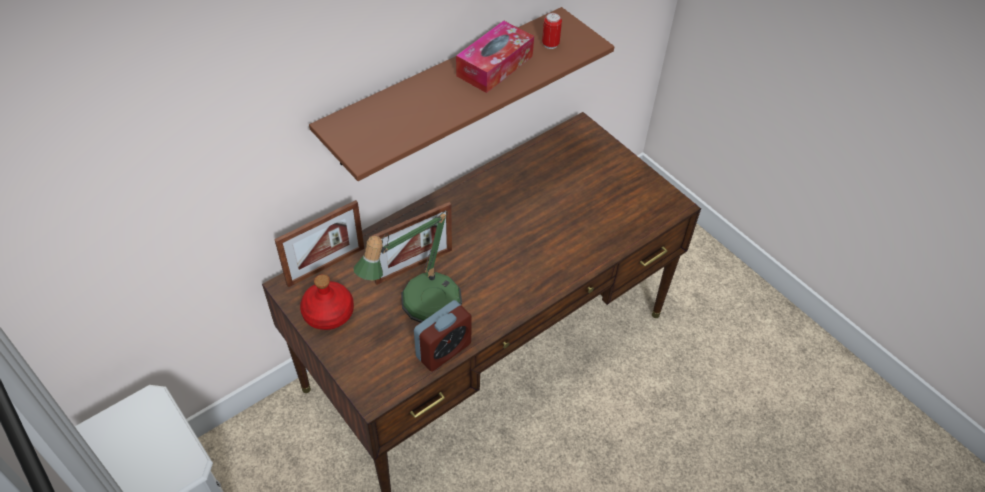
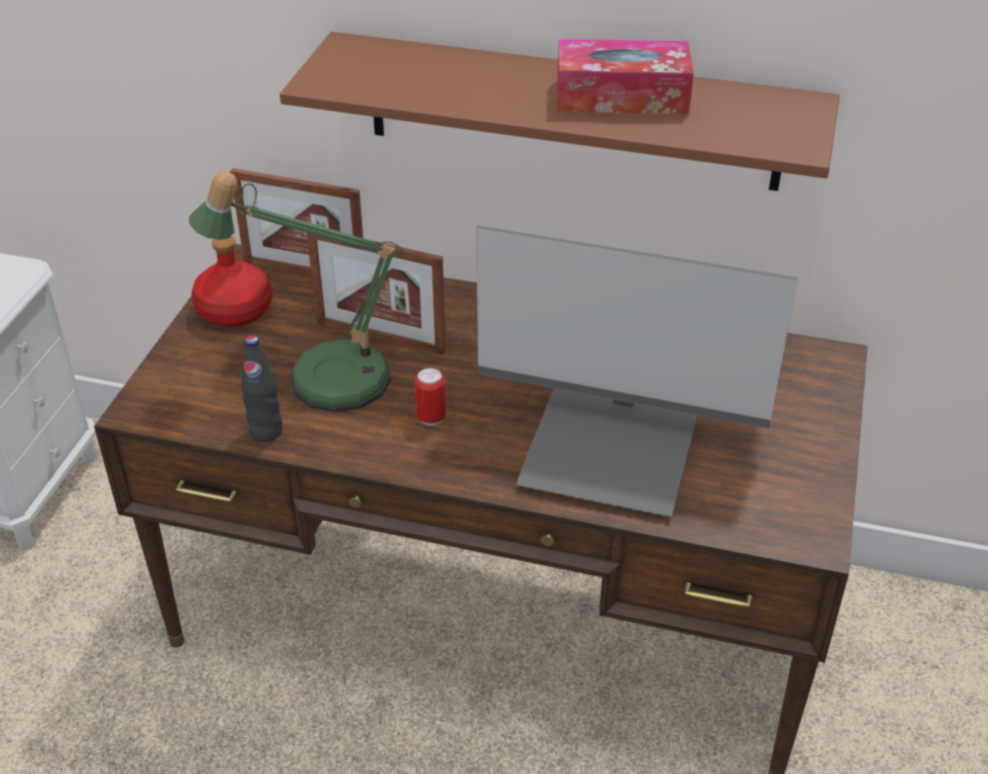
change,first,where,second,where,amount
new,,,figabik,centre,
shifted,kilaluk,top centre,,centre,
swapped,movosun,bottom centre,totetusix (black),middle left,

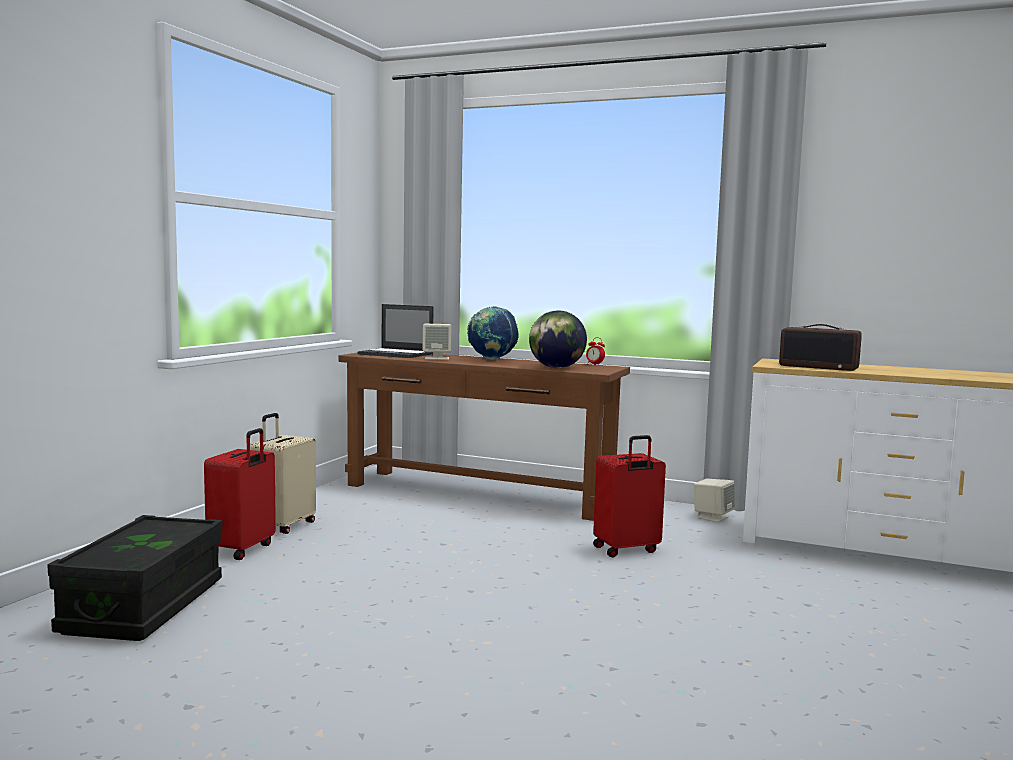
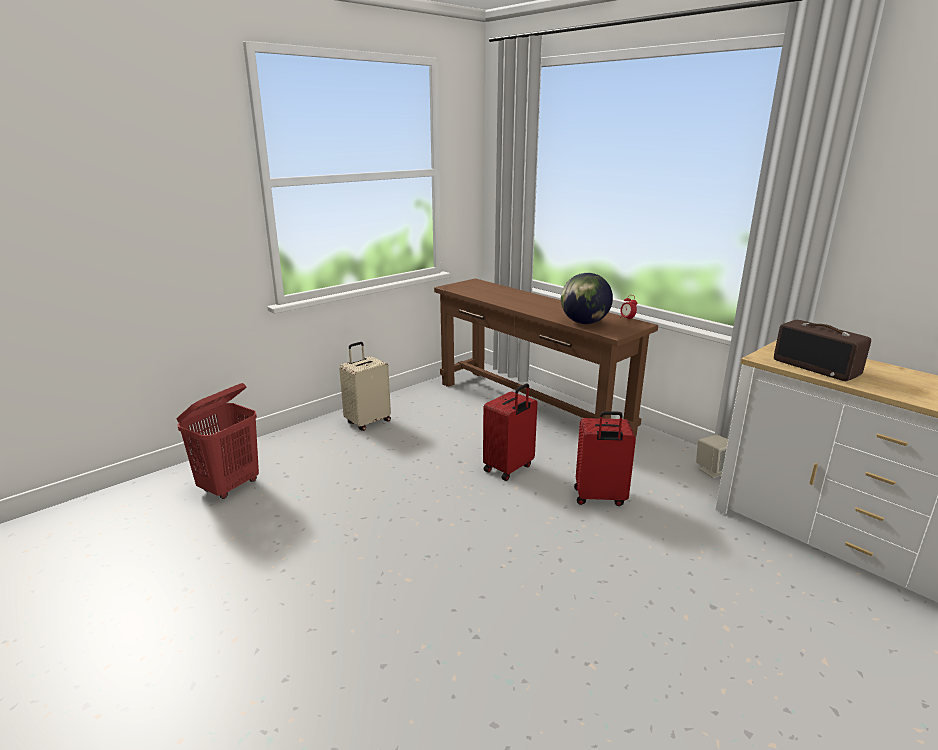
change,first,where,second,where,amount
gone,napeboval,centre,,,
gone,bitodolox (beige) (no. 1 from left),centre,,,
gone,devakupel (no. 1 from left),centre,,,
shifted,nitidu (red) (no. 1 from left),middle left,,centre,
swapped,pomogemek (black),bottom left,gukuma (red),middle left,

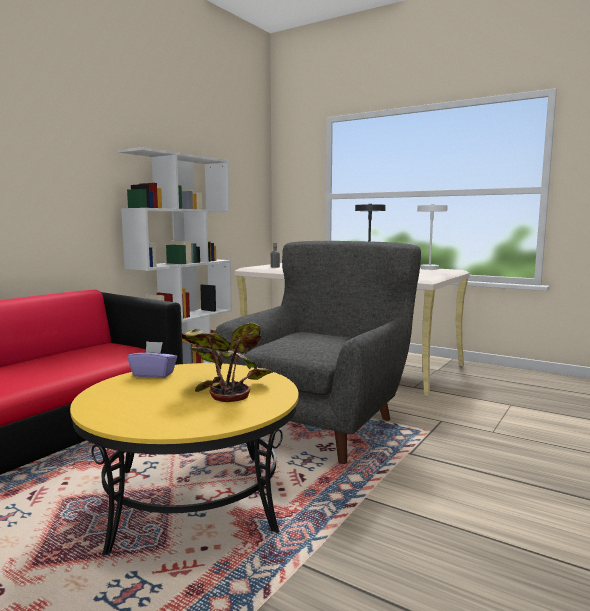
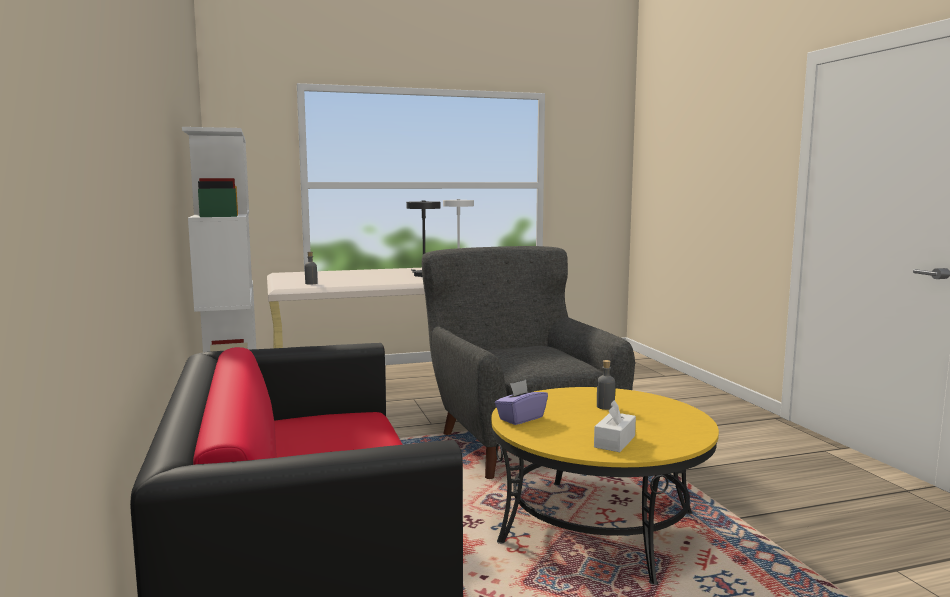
change,first,where,second,where,amount
new,,,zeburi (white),bottom centre,
swapped,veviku,centre,totetusix (grey) (no. 2 from left),centre,

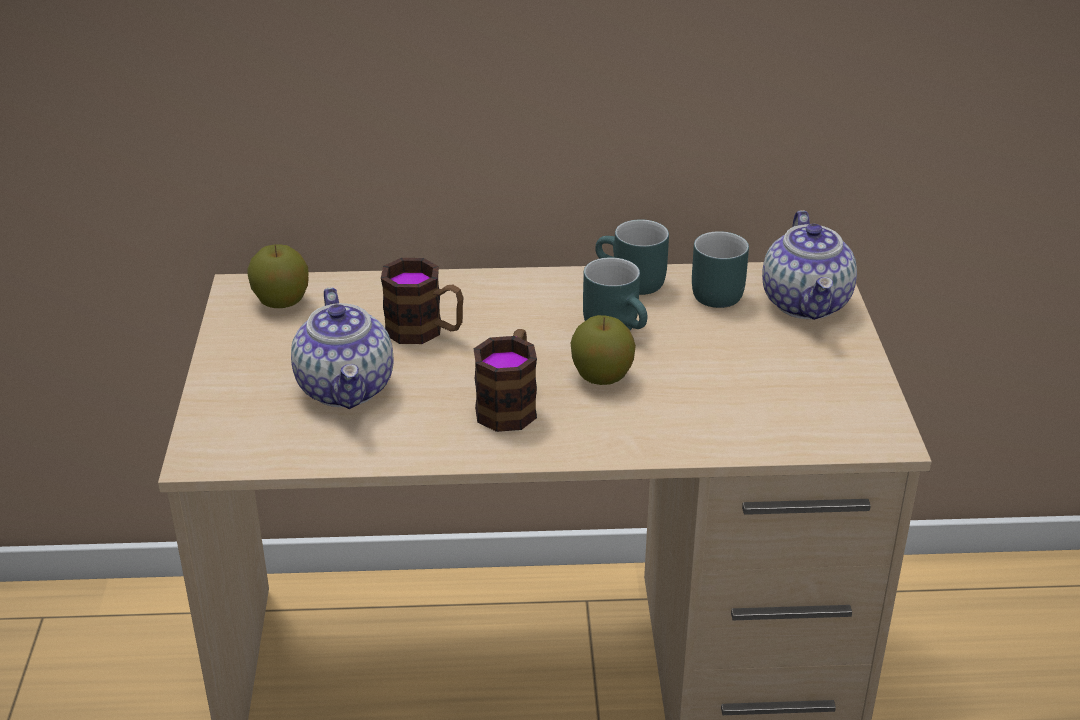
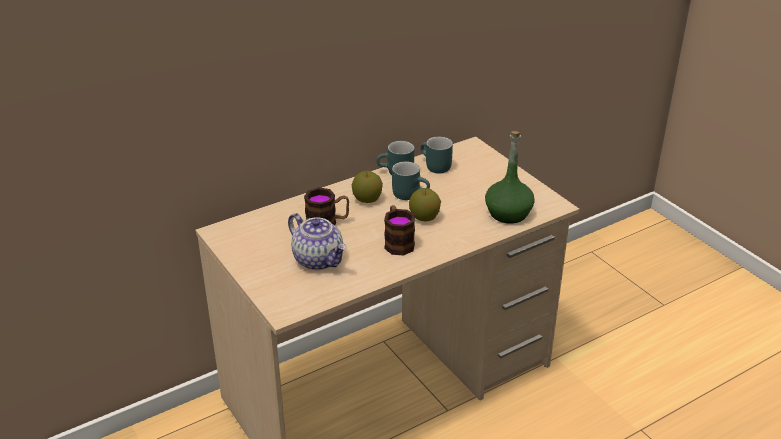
change,first,where,second,where,amount
gone,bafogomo (no. 2 from left),middle right,,,
new,,,totetusix (green),centre,
shifted,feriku (no. 1 from left),middle left,,centre,

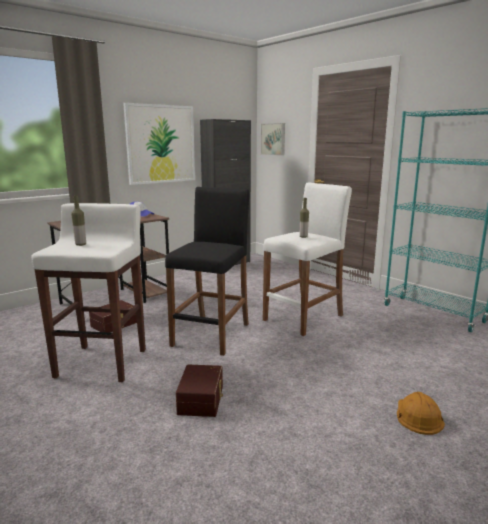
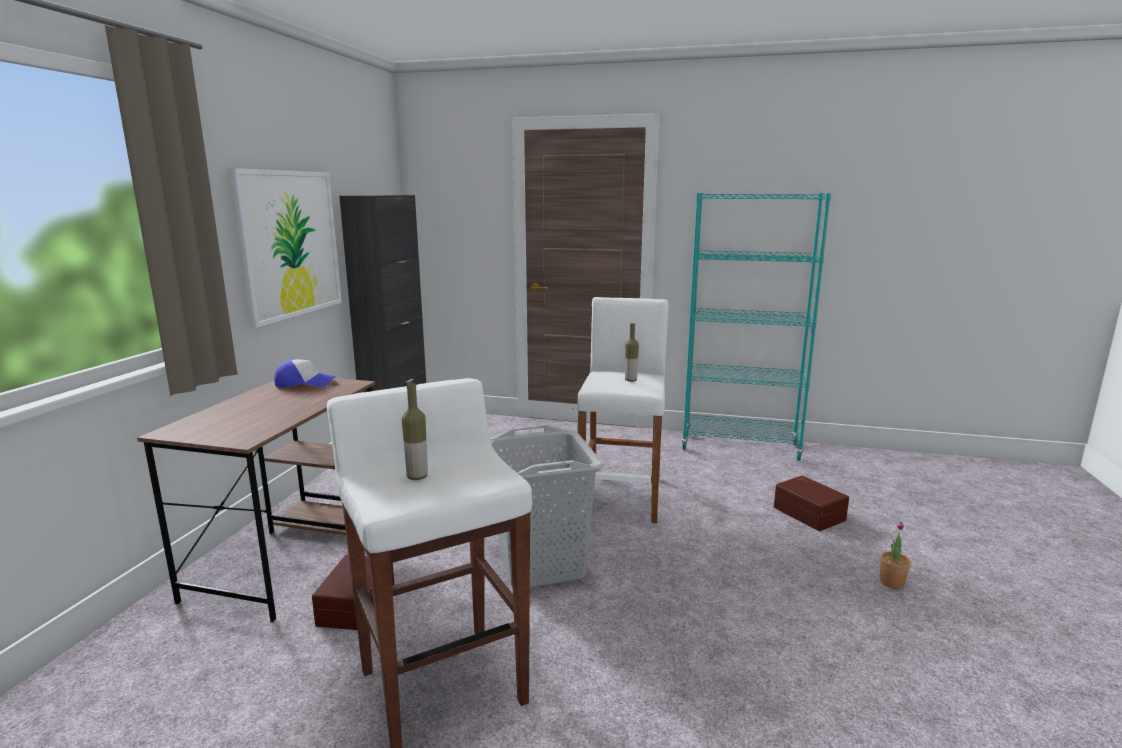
change,first,where,second,where,amount
gone,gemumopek (no. 2 from left),top centre,,,
shifted,pomogemek (brown) (no. 2 from left),bottom centre,,bottom right,
swapped,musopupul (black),centre,gukuma (grey),bottom centre,
swapped,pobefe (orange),bottom right,veviku,bottom right,

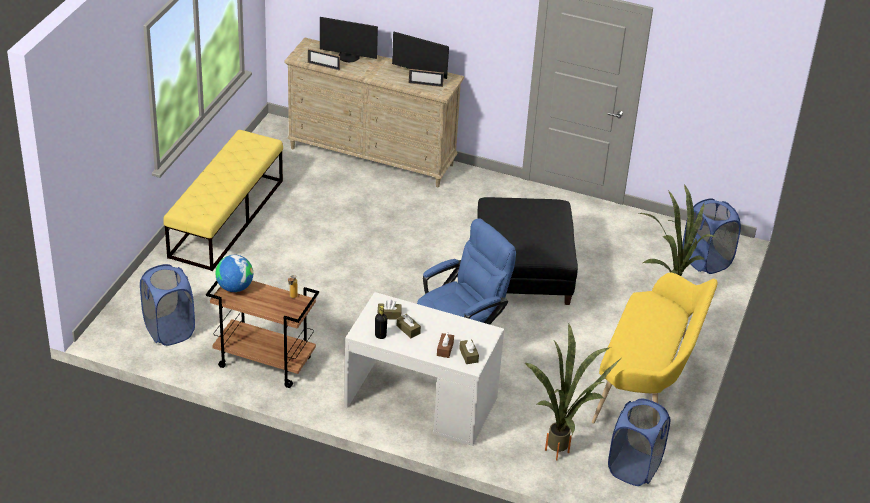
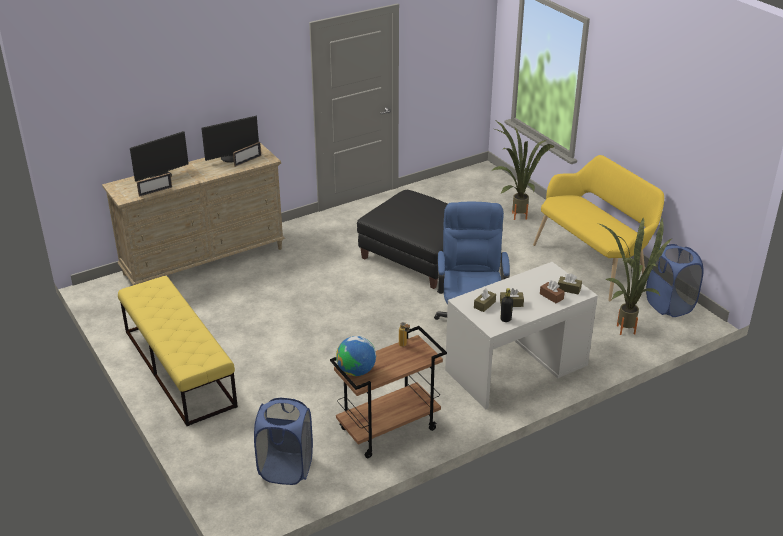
change,first,where,second,where,amount
gone,gukuma (blue) (no. 3 from left),middle right,,,

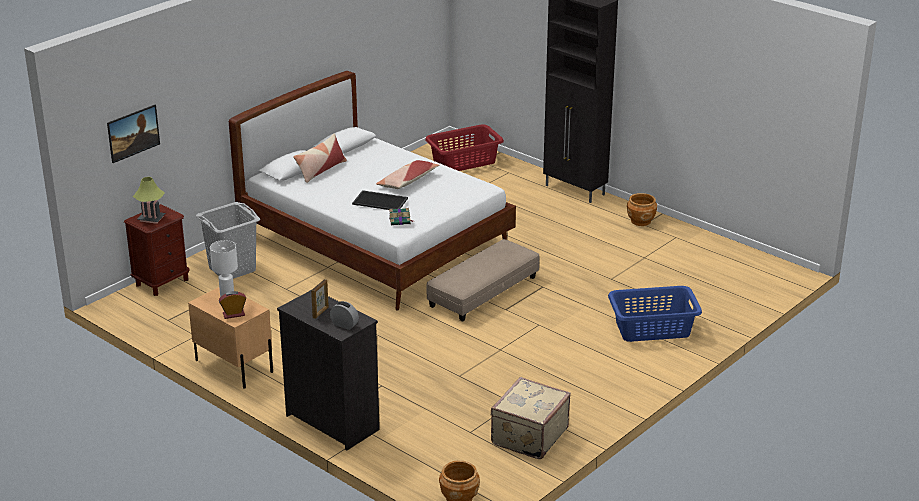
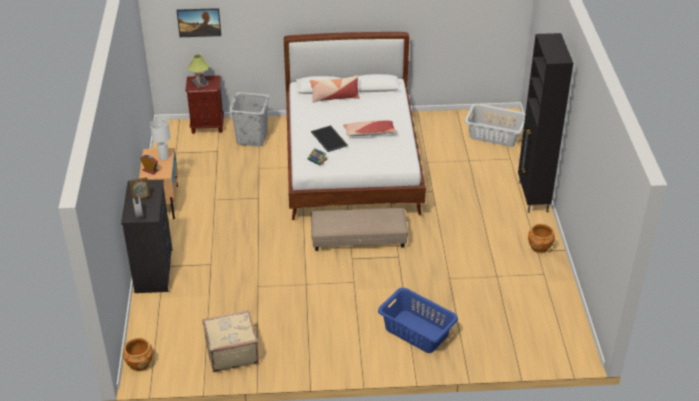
change,first,where,second,where,amount
repainted,gukuma (red),top centre,gukuma (grey) (no. 2 from left),top right,

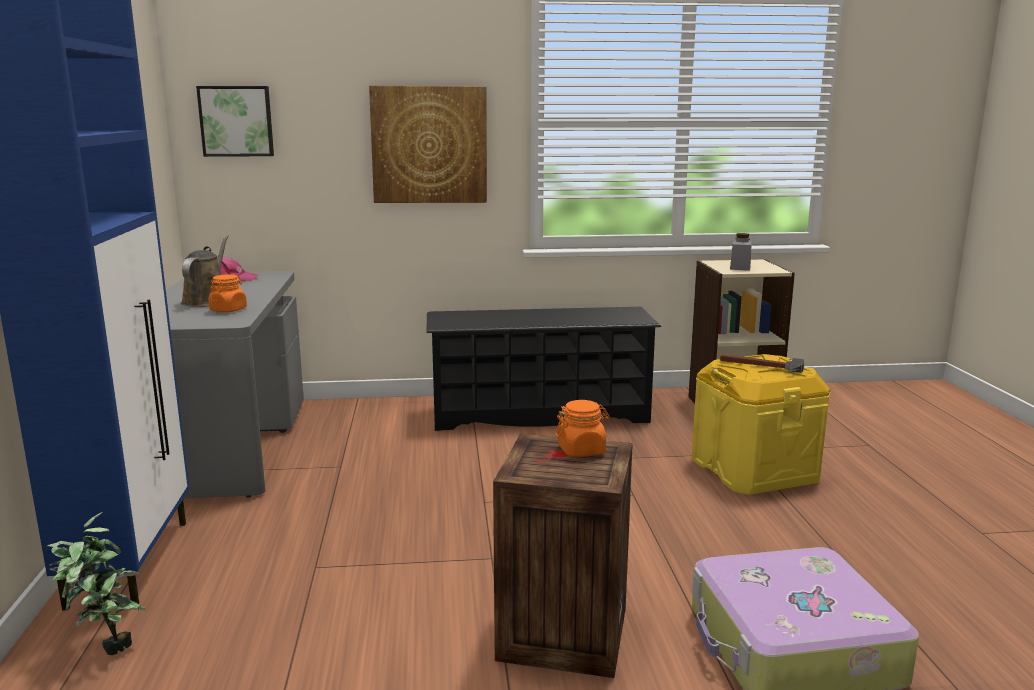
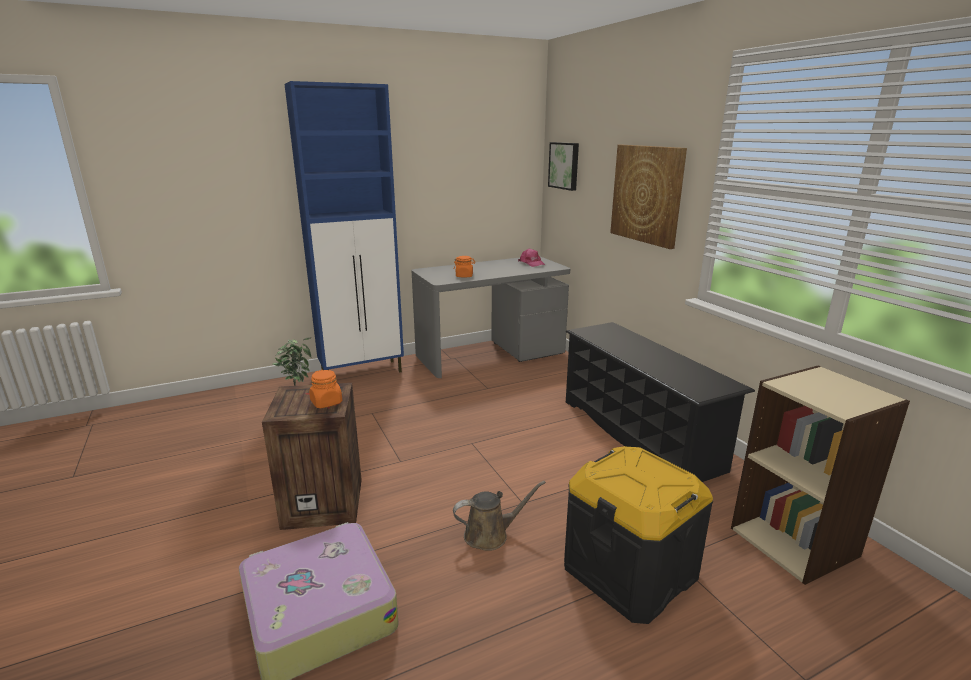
change,first,where,second,where,amount
gone,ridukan,middle right,,,
gone,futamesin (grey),middle right,,,
shifted,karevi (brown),middle left,,bottom centre,
repainted,pomogemek (yellow),middle right,pomogemek (black),bottom centre,

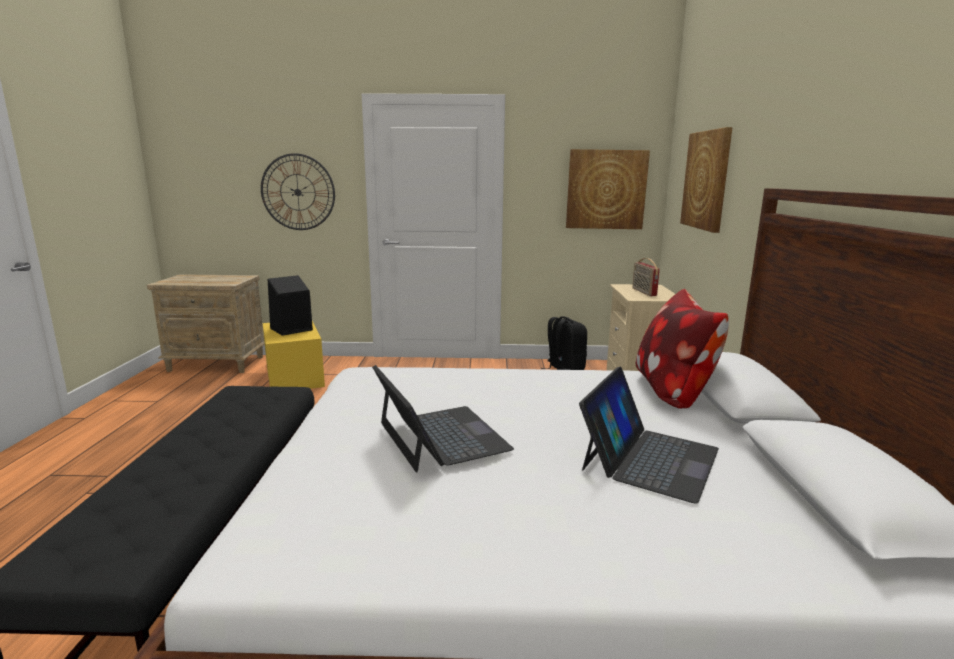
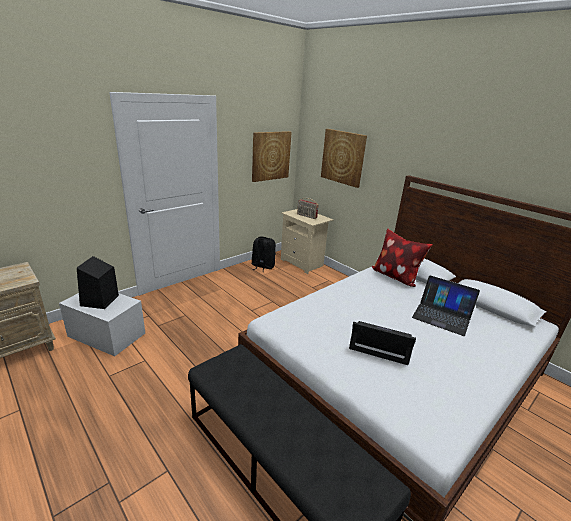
change,first,where,second,where,amount
gone,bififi,top left,,,
repainted,pomogemek (yellow),middle left,pomogemek (white),middle left,
rotated,napeboval (no. 2 from left),middle right,,middle right,135 degrees clockwise

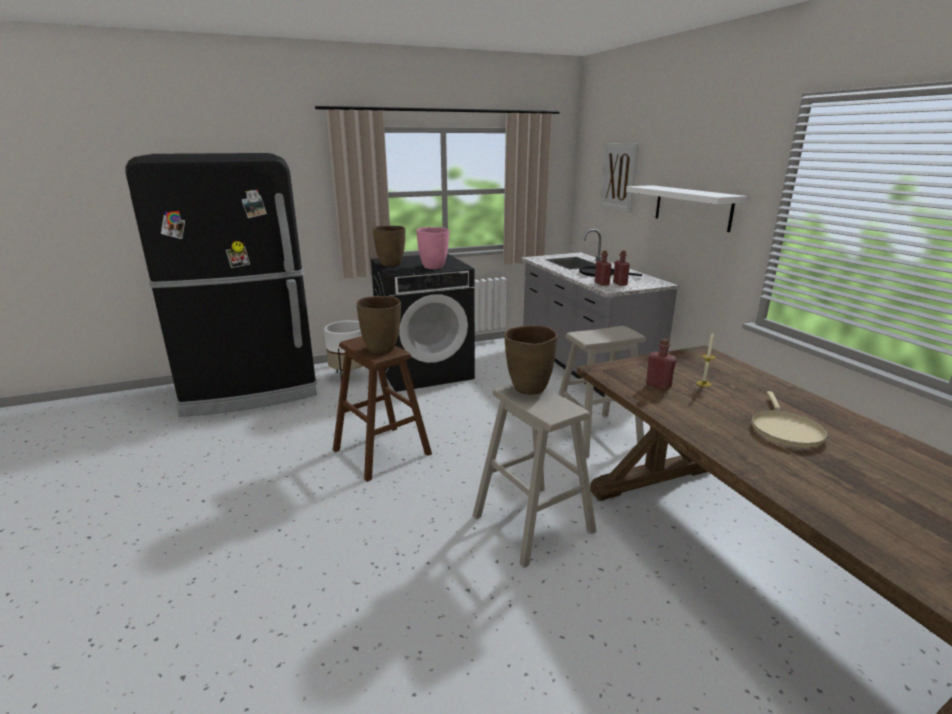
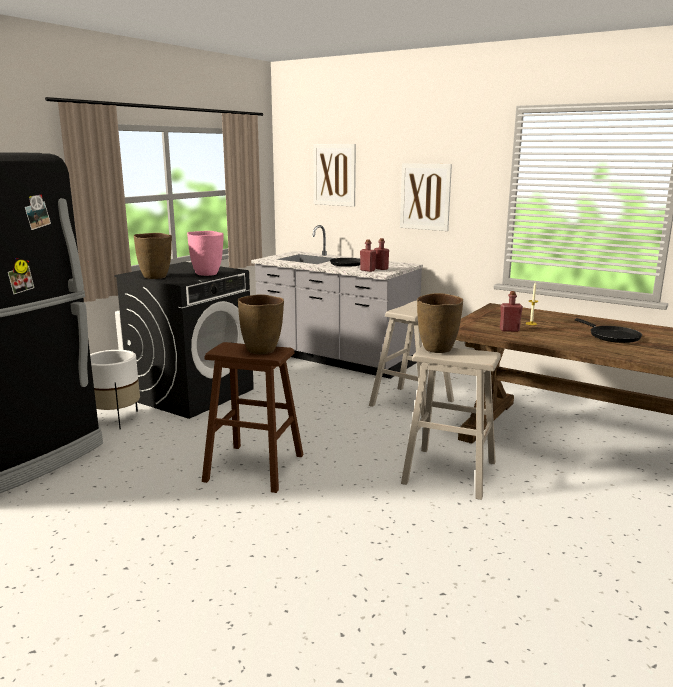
change,first,where,second,where,amount
swapped,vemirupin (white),top right,gemumopek (no. 2 from left),top centre,
repainted,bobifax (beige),middle right,bobifax (black) (no. 2 from left),middle right,

